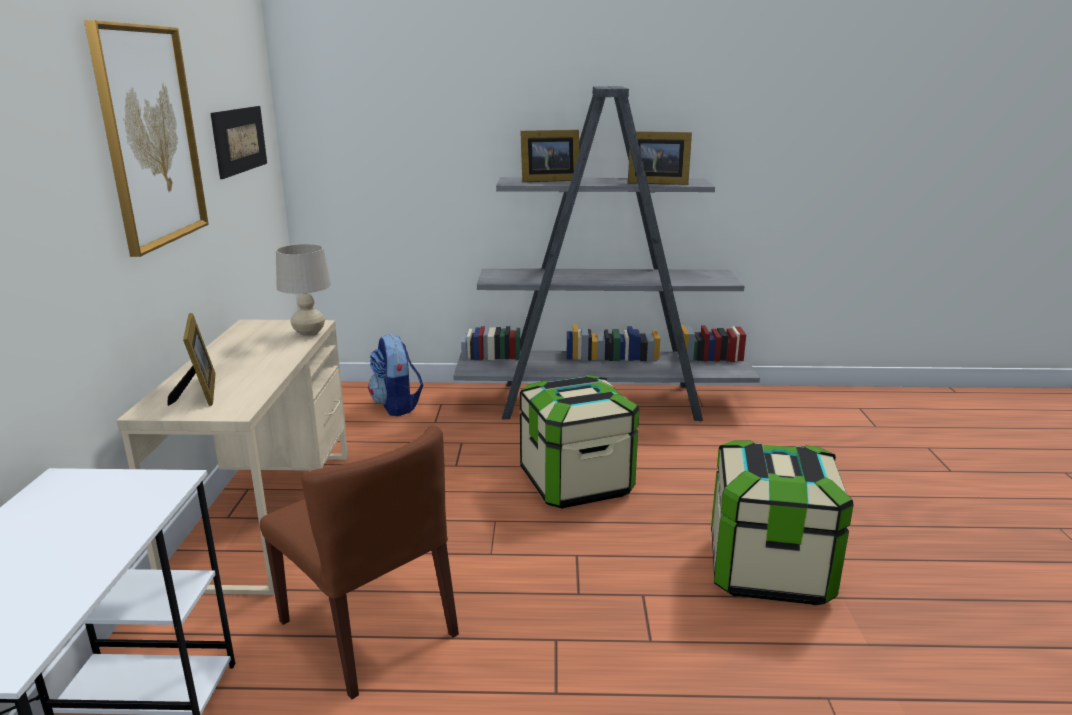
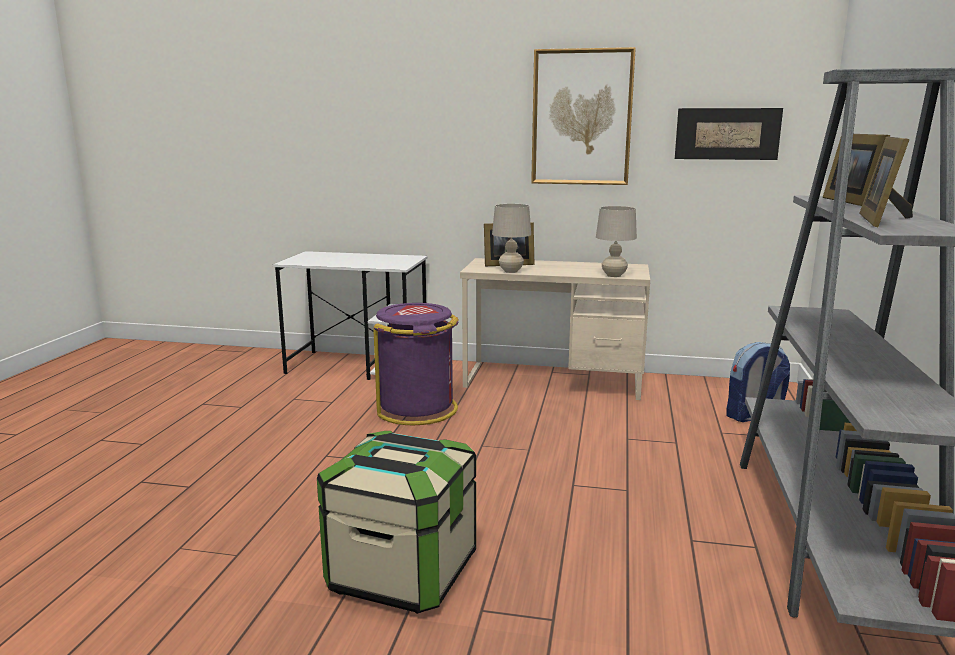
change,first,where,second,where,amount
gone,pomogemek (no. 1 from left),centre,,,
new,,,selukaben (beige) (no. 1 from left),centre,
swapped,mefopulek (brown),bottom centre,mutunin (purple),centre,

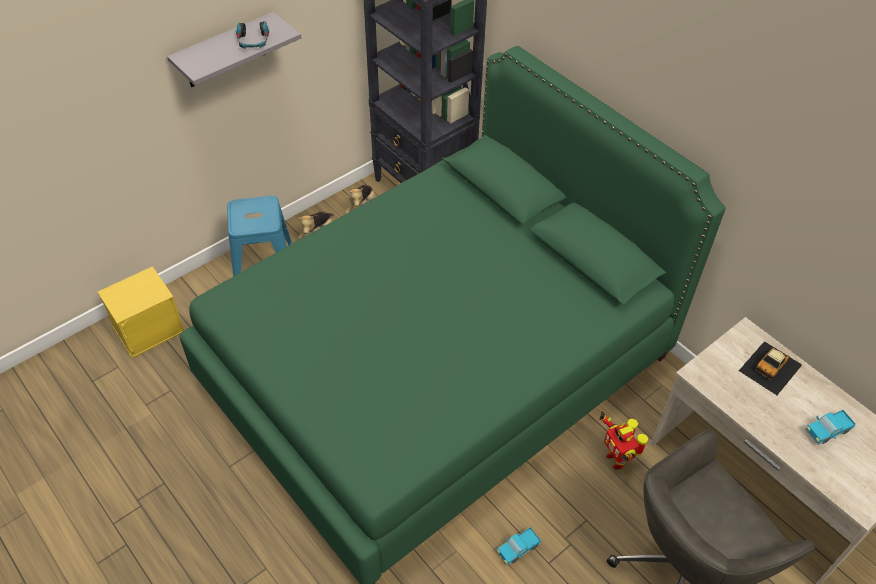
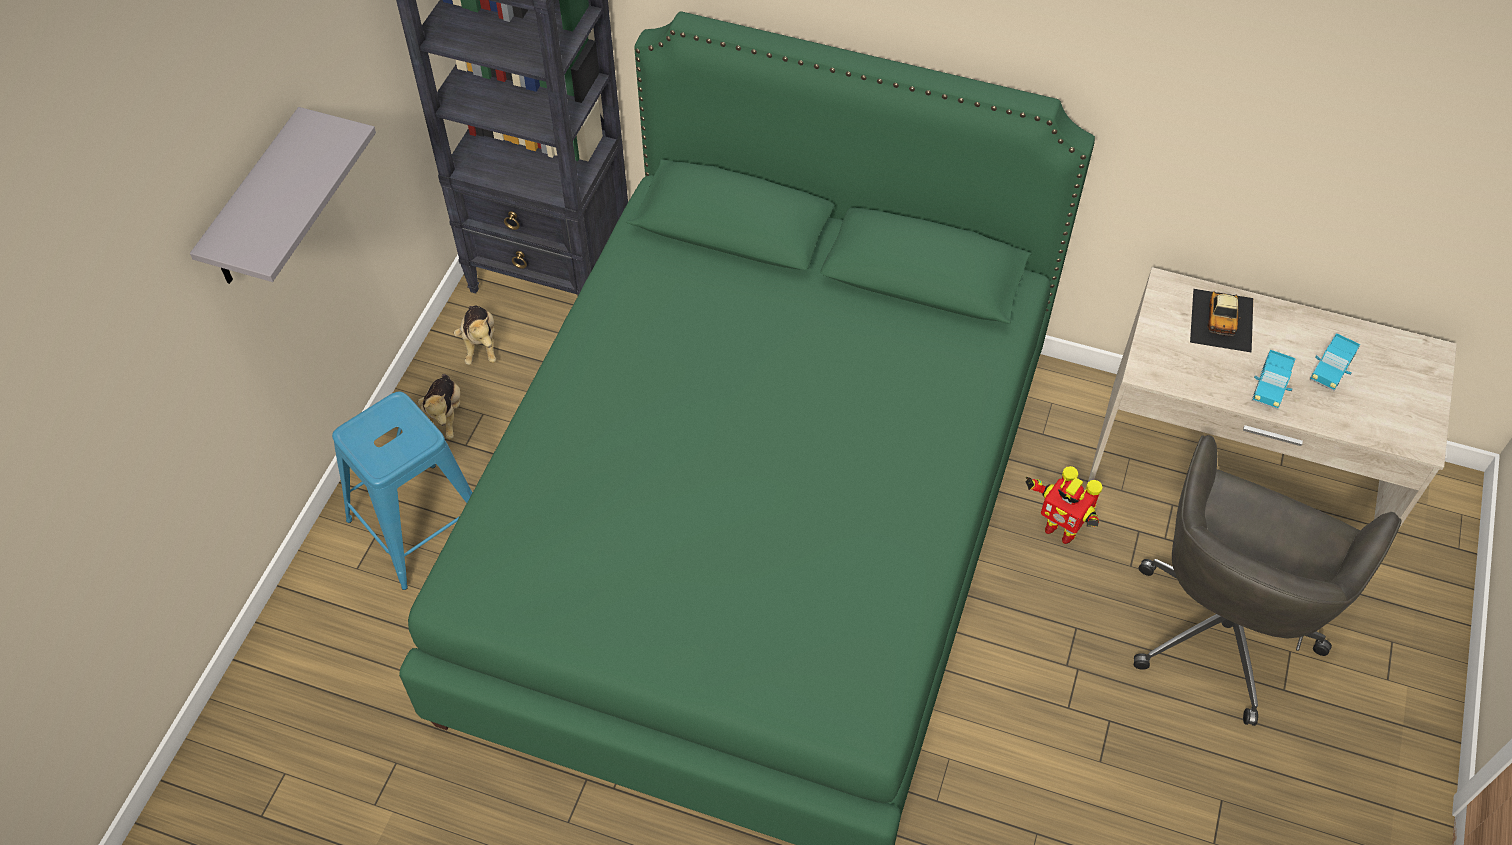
change,first,where,second,where,amount
gone,pomogemek (yellow),middle left,,,
gone,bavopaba,top left,,,
shifted,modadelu (no. 1 from left),bottom centre,,middle right,

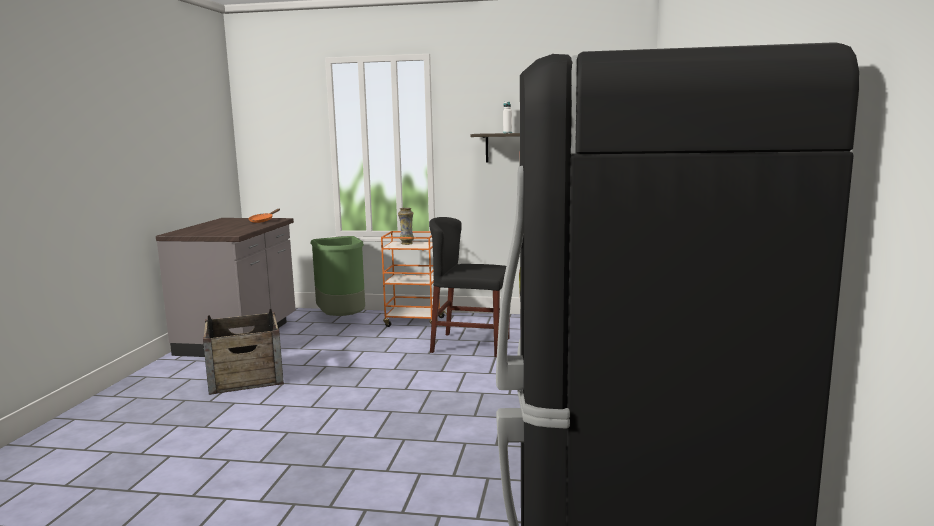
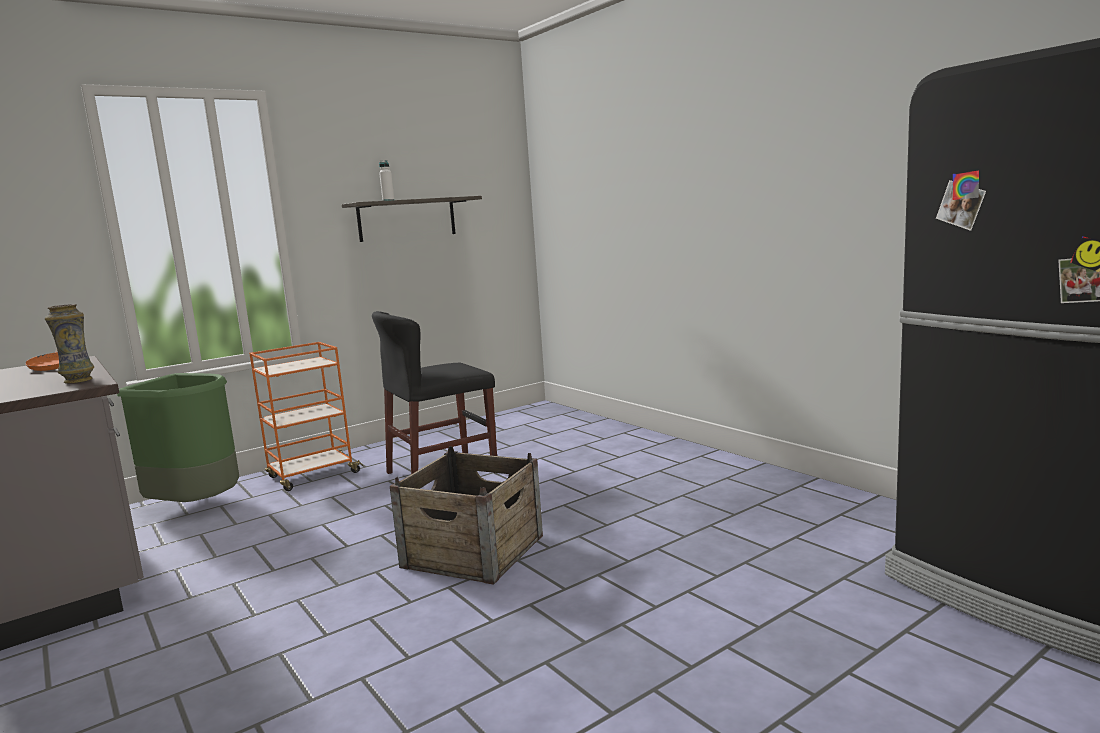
change,first,where,second,where,amount
shifted,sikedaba,bottom left,,bottom centre,
shifted,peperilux,centre,,middle left,

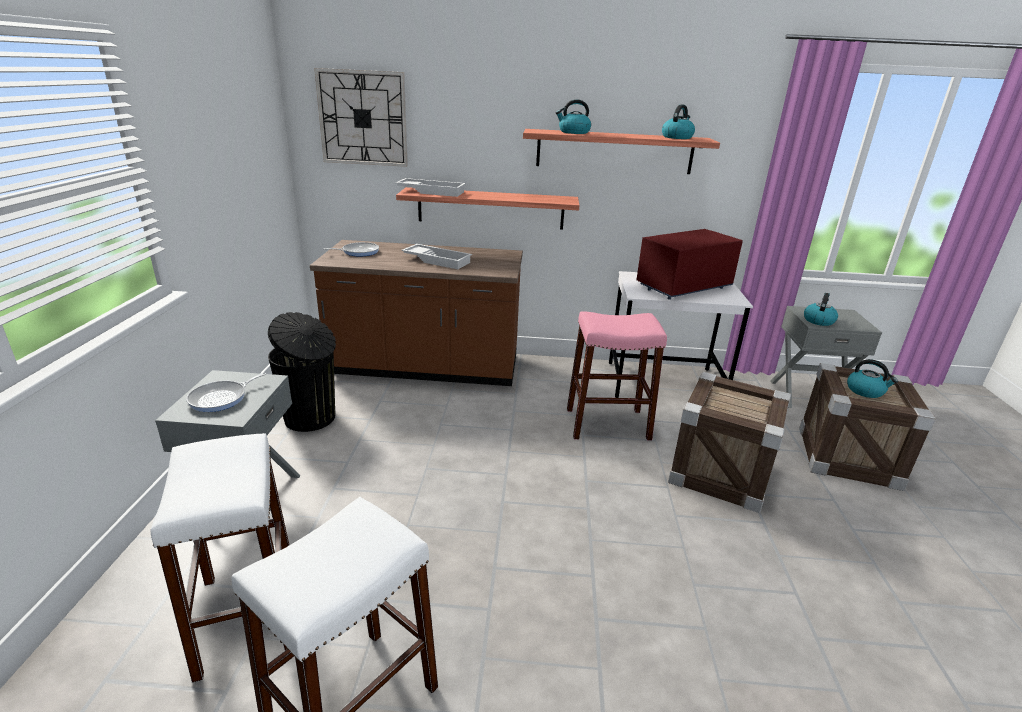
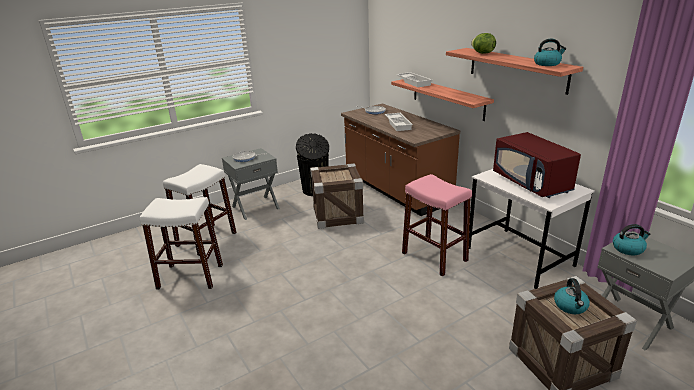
change,first,where,second,where,amount
gone,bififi,top centre,,,
shifted,sikedaba (no. 1 from left),middle right,,centre,
swapped,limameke (no. 1 from left),top centre,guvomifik,top right,
rotated,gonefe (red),middle right,,middle right,135 degrees counterclockwise

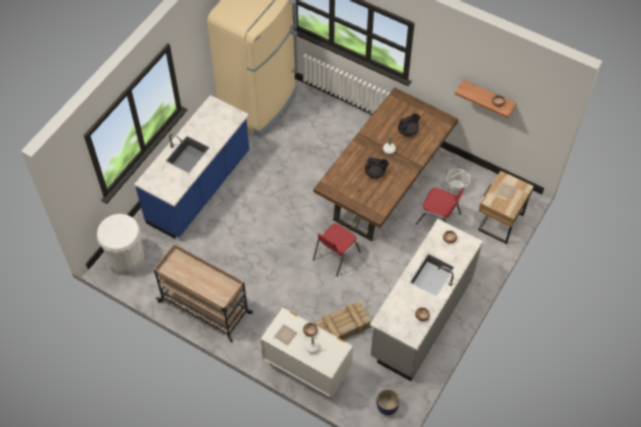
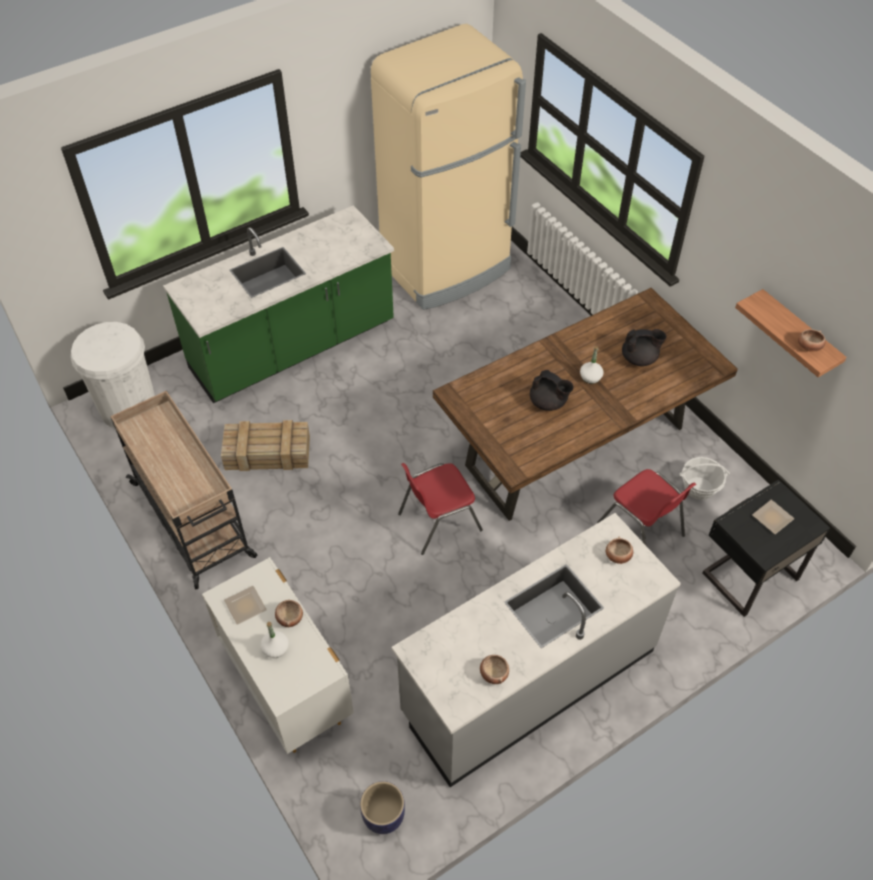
change,first,where,second,where,amount
shifted,sikedaba,bottom centre,,middle left,
repainted,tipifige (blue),middle left,tipifige (green),middle left,
repainted,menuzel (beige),middle right,menuzel (black),middle right,

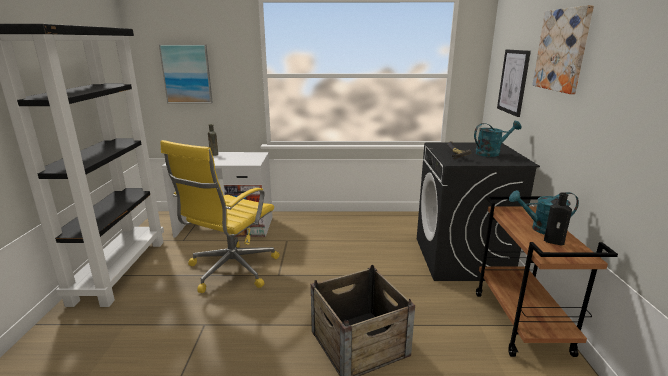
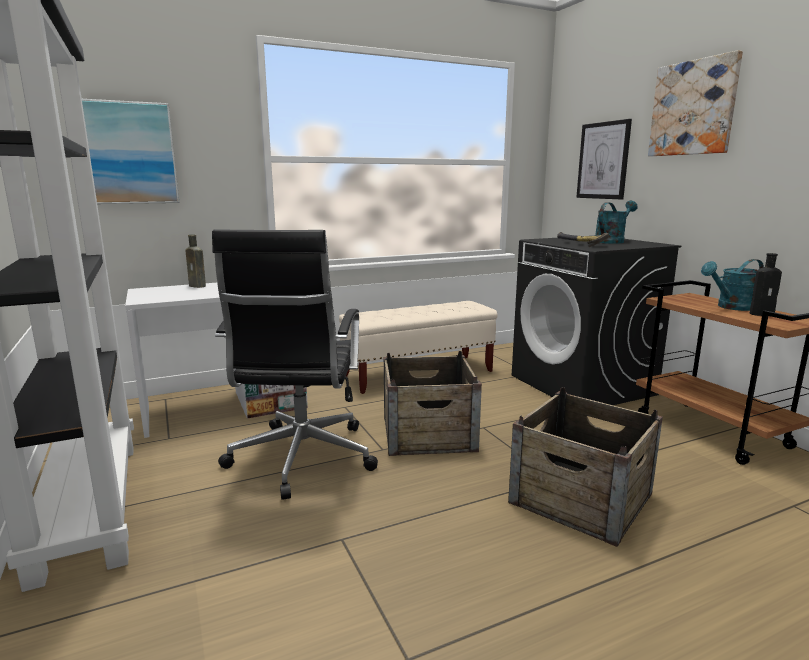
change,first,where,second,where,amount
new,,,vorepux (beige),centre,
new,,,sikedaba (no. 1 from left),centre,
repainted,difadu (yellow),middle left,difadu (black),centre,

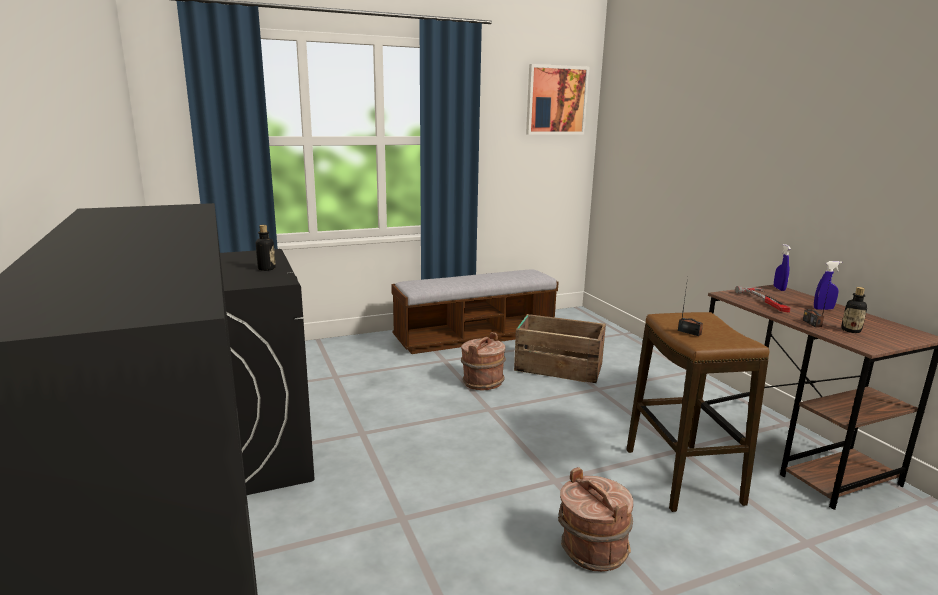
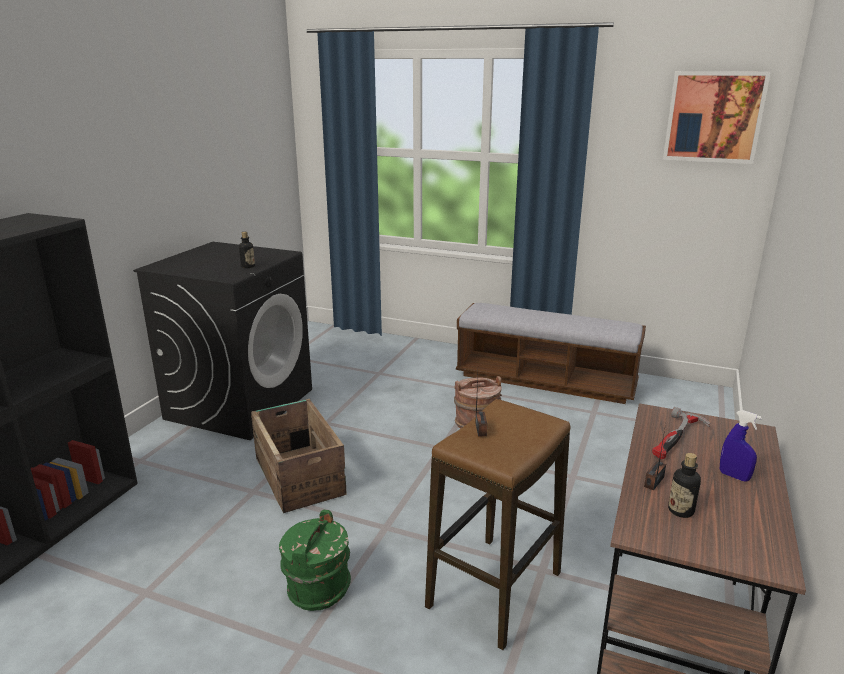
change,first,where,second,where,amount
gone,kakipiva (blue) (no. 1 from left),middle right,,,
shifted,sikedaba,centre,,bottom centre,
repainted,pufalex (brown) (no. 2 from left),bottom centre,pufalex (green),bottom centre,

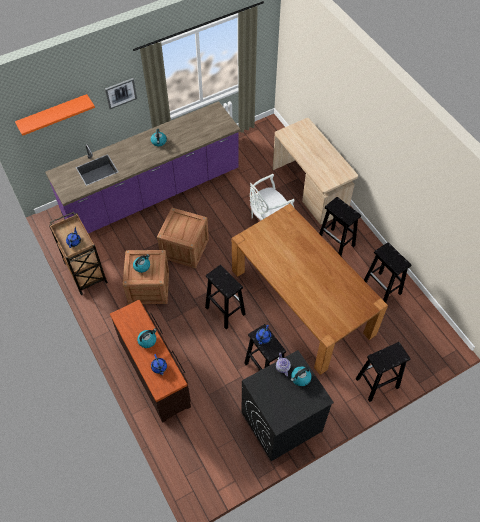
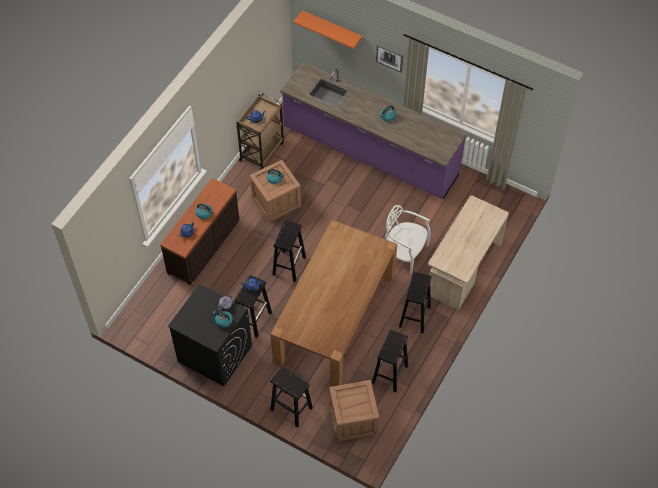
change,first,where,second,where,amount
shifted,sikedaba (no. 2 from left),centre,,bottom centre,

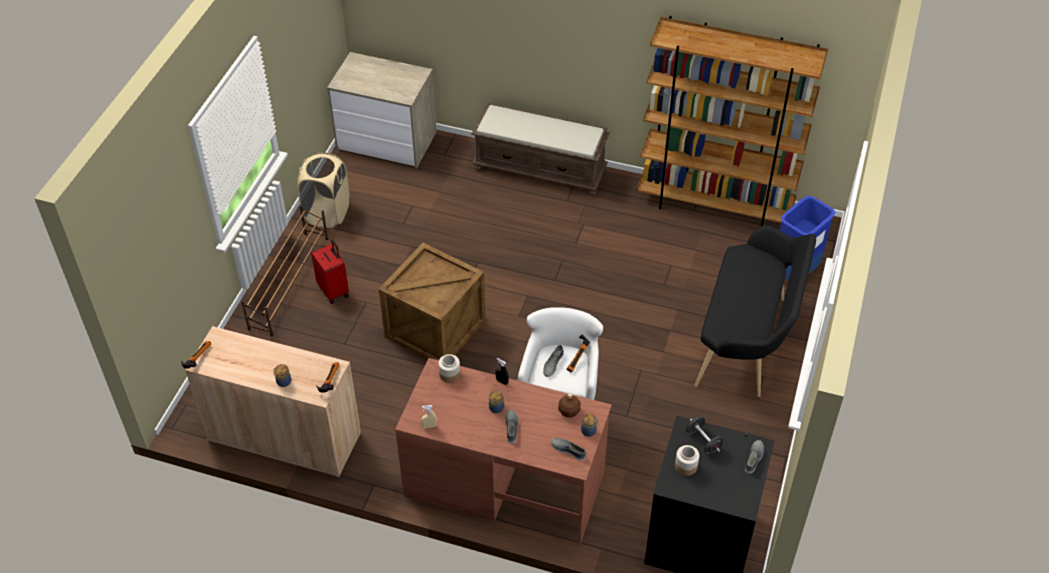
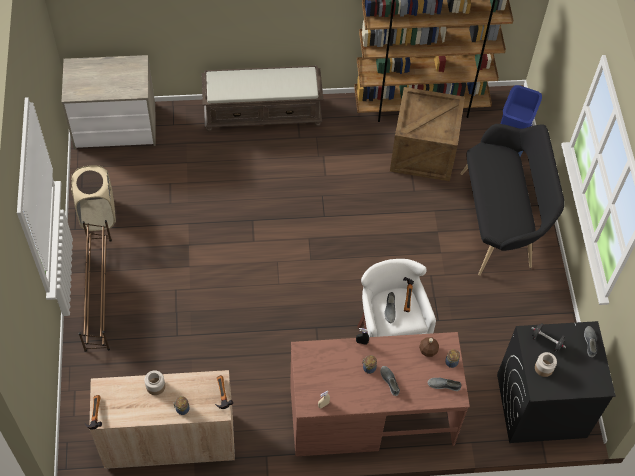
change,first,where,second,where,amount
gone,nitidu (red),middle left,,,
shifted,sikedaba,centre,,top right,
shifted,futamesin (no. 2 from left in the first image),centre,futamesin (no. 1 from left),bottom left,

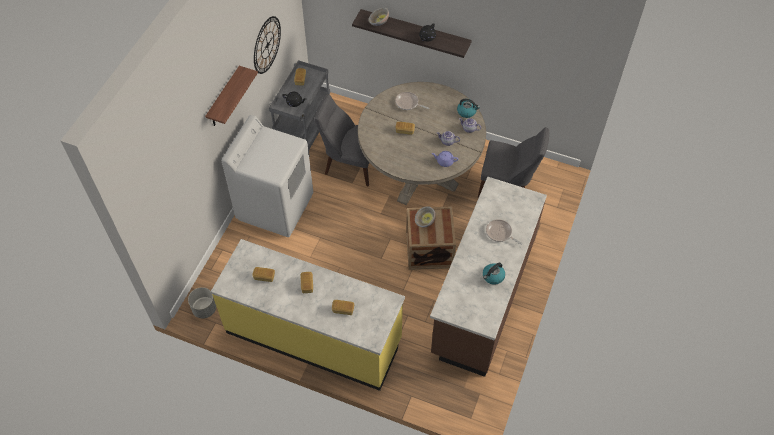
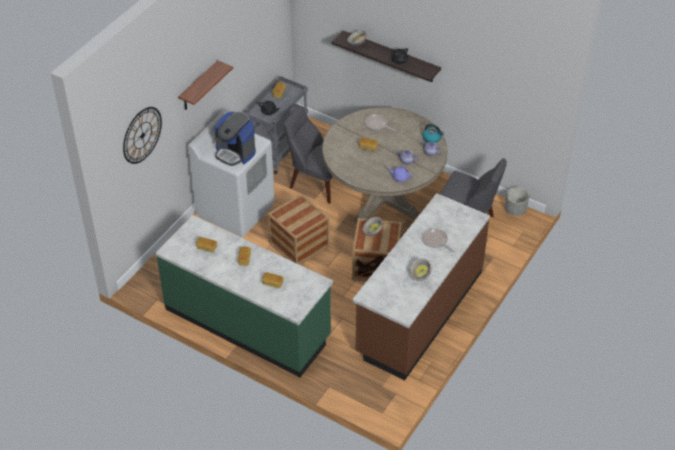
change,first,where,second,where,amount
new,,,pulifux,top centre,
new,,,sikedaba (no. 1 from left),centre,
shifted,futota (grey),bottom left,,middle right,
shifted,bififi,top centre,,top left,
swapped,limameke (no. 2 from left),centre,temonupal (no. 3 from left),centre,
repainted,tipifige (yellow),bottom centre,tipifige (green),centre,

